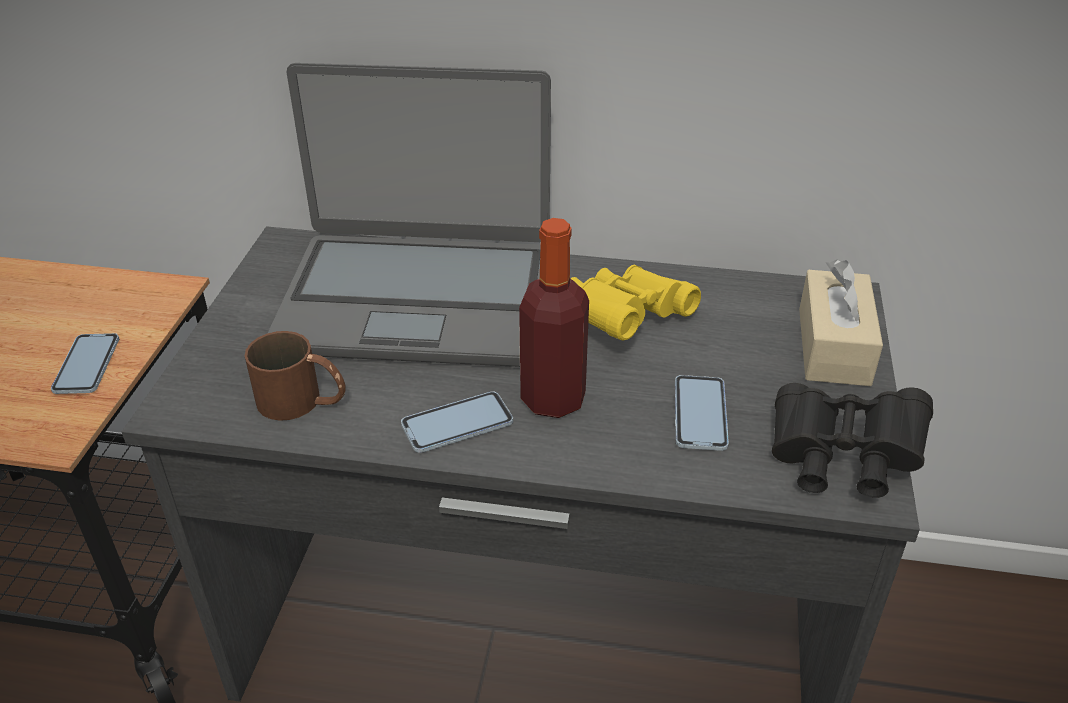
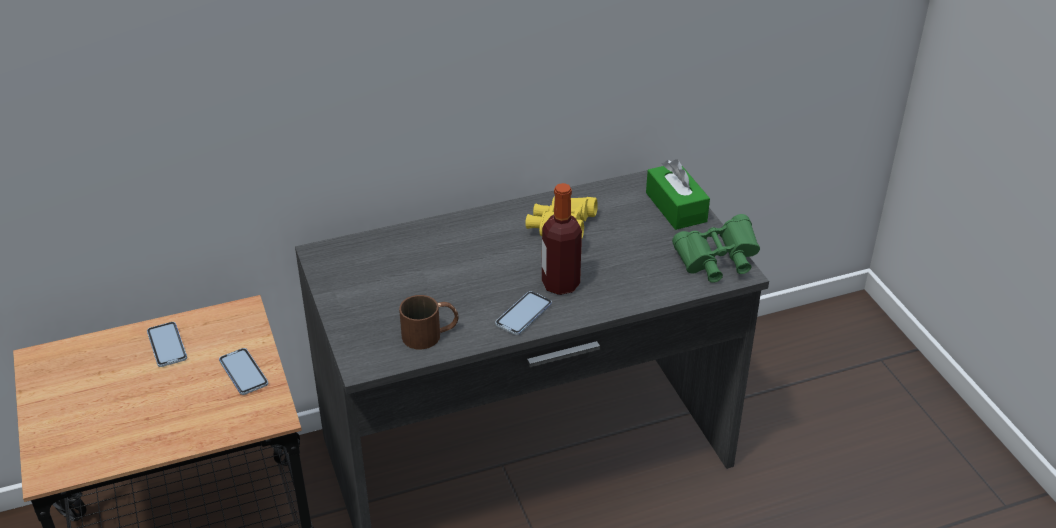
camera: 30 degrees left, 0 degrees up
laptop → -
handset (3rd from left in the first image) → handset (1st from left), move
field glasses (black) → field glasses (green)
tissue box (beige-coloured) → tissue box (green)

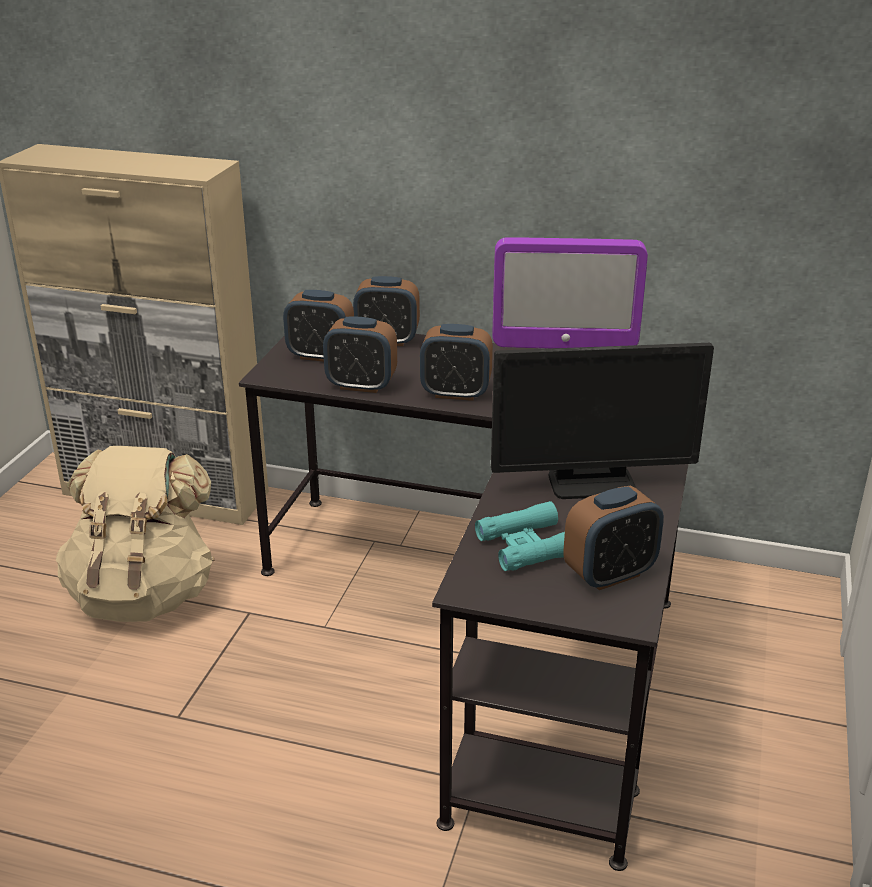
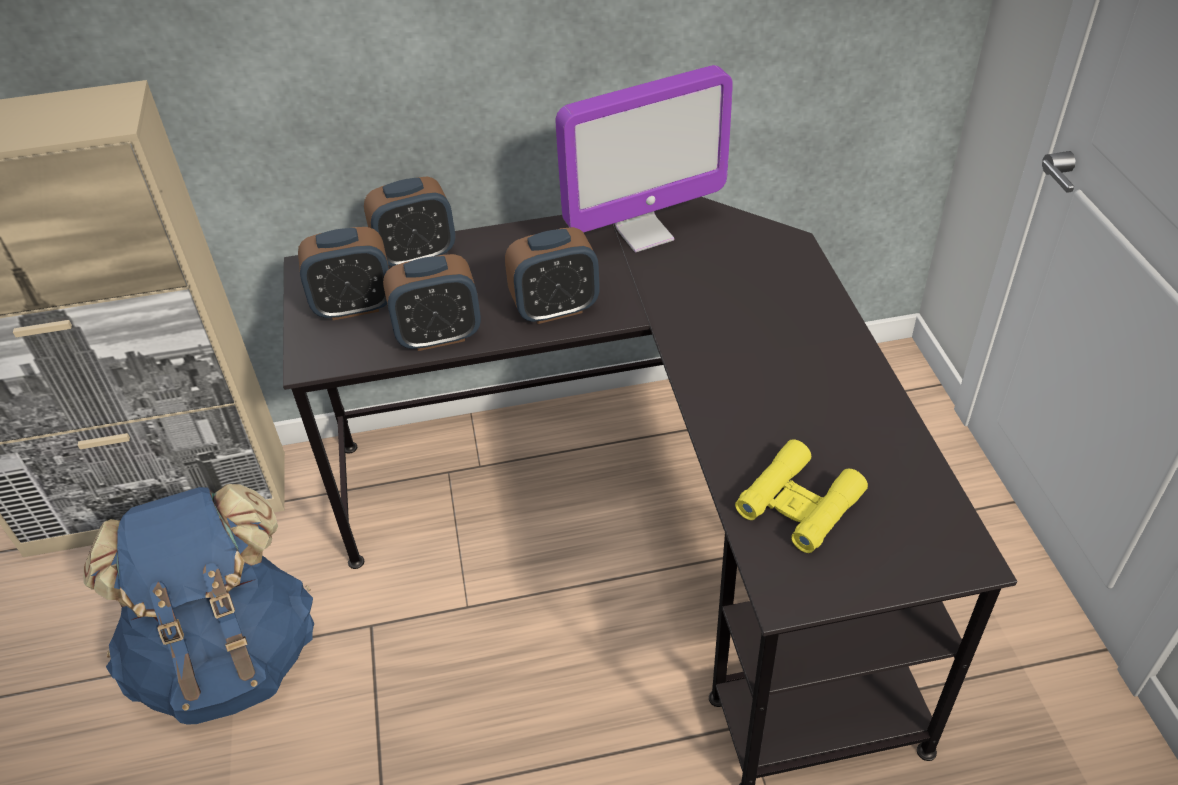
camera: 25 degrees left, 15 degrees up
knapsack (beige-coloured) → knapsack (blue-coloured)
field glasses (turquoise) → field glasses (yellow)
computer screen (2nd from left) → -
table clock (5th from left) → -

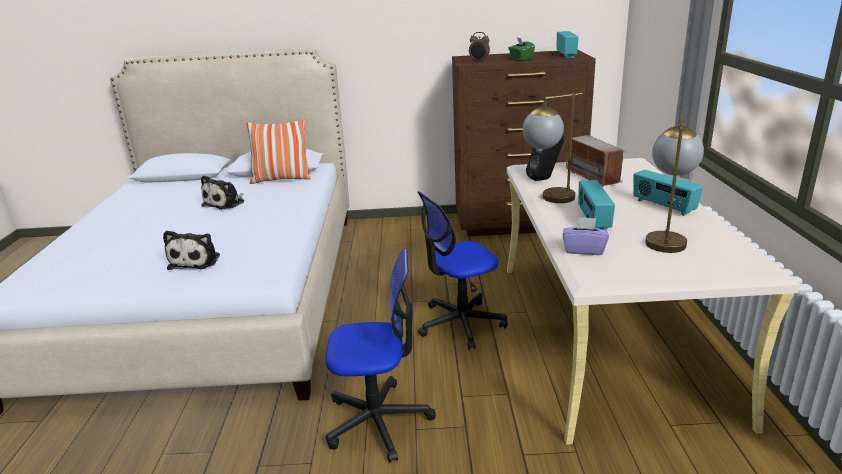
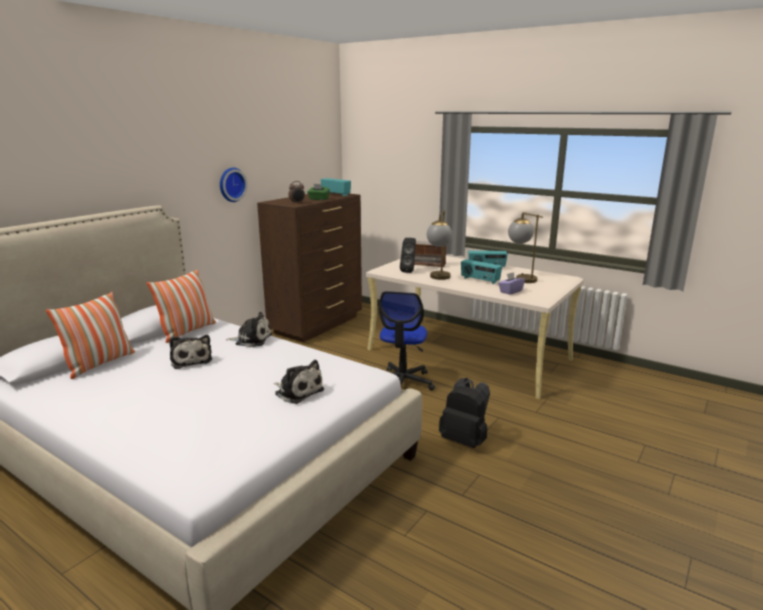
camera: 55 degrees left, 5 degrees down
office chair (1st from left) → knapsack (black)
- → throw pillow (1st from left)
- → clock on the wall
- → soft toy (2nd from left)

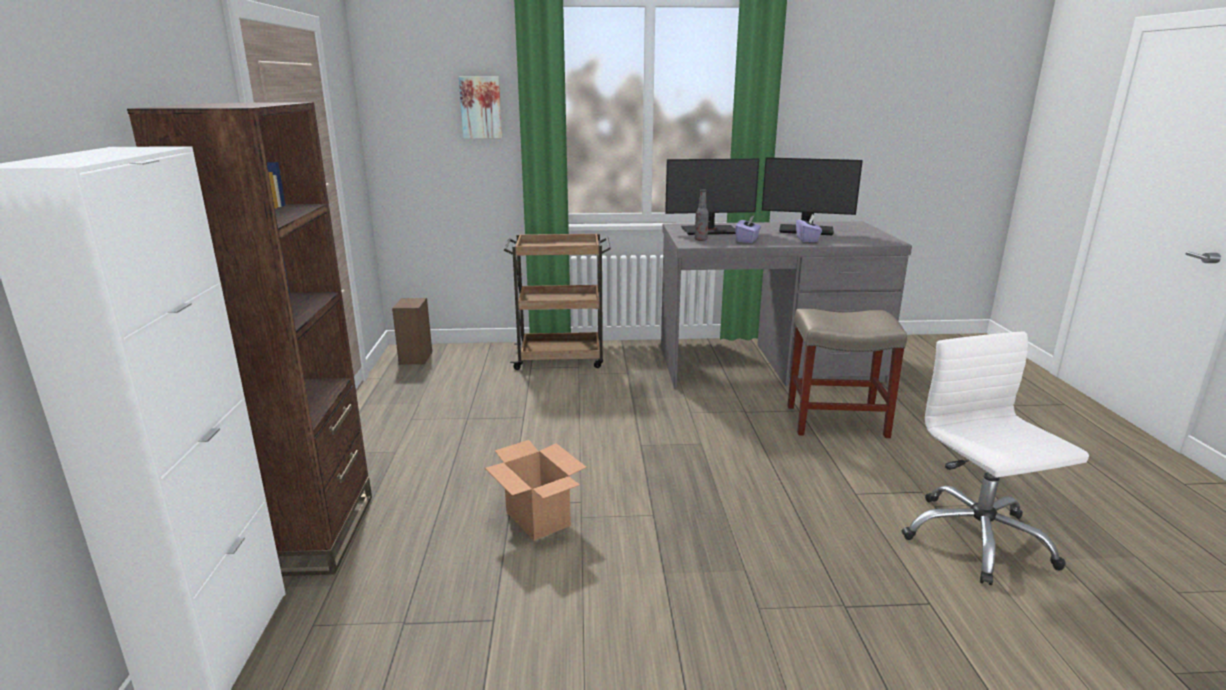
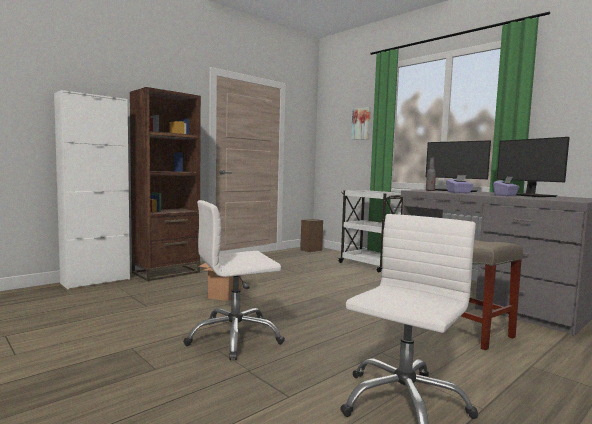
camera: 50 degrees right, 15 degrees down
cart (brownish) → cart (white)
- → office chair (white) (1st from left)

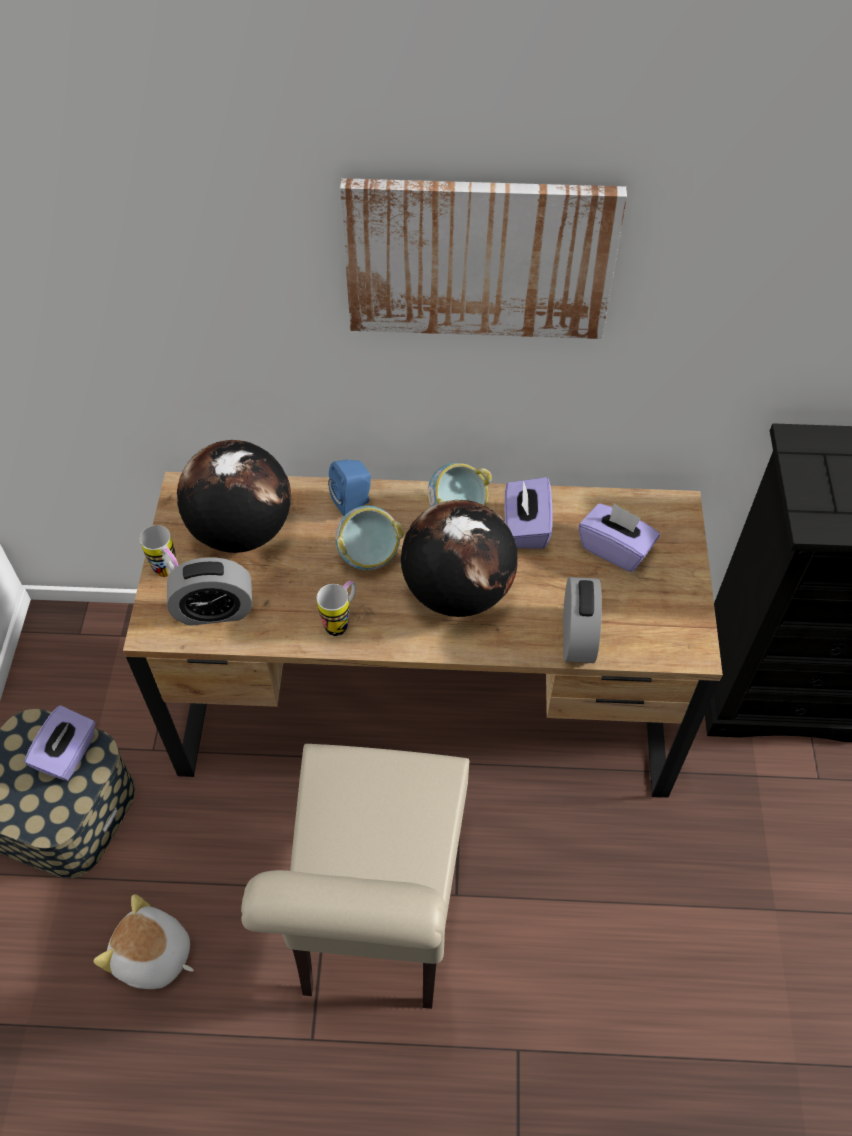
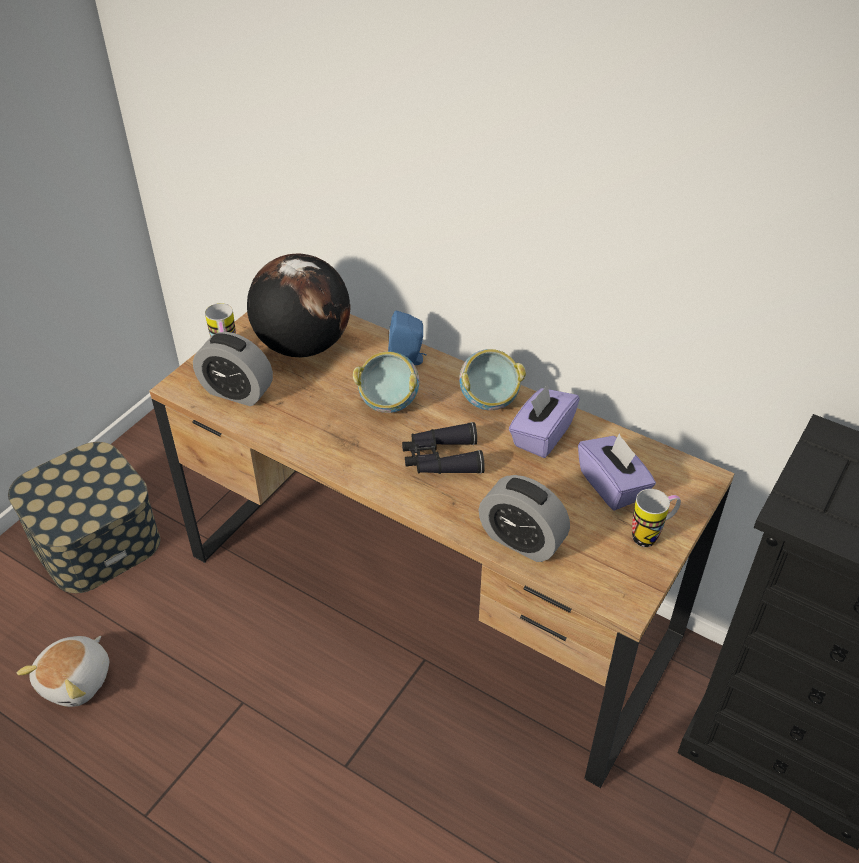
camera: 30 degrees right, 10 degrees down
tissue box (purple-coloured) (1st from left) → -
soft toy, 120 degrees counterclockwise
chair (beige-coloured) → -
tea mug (2nd from left), move
picture → -
desk globe (2nd from left) → field glasses (black)
table clock (2nd from left), 90 degrees clockwise

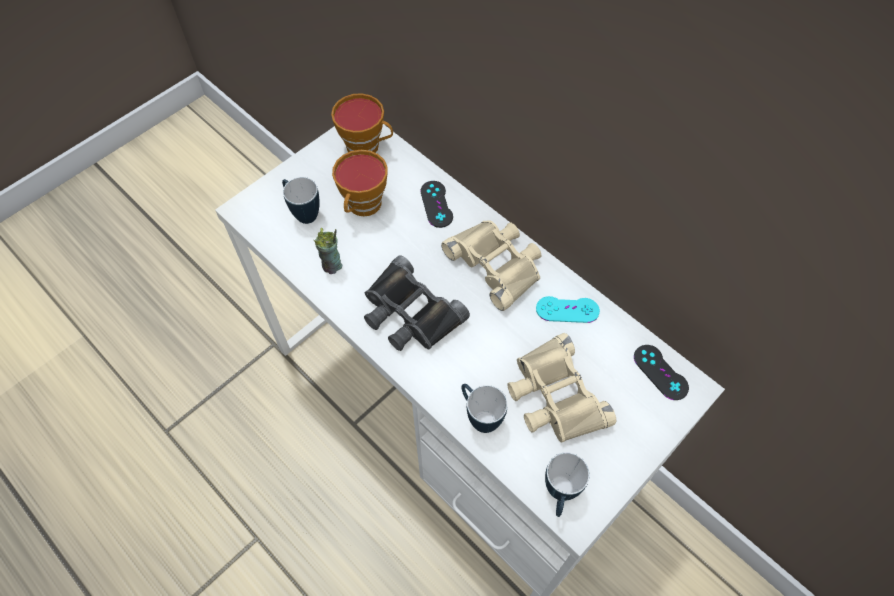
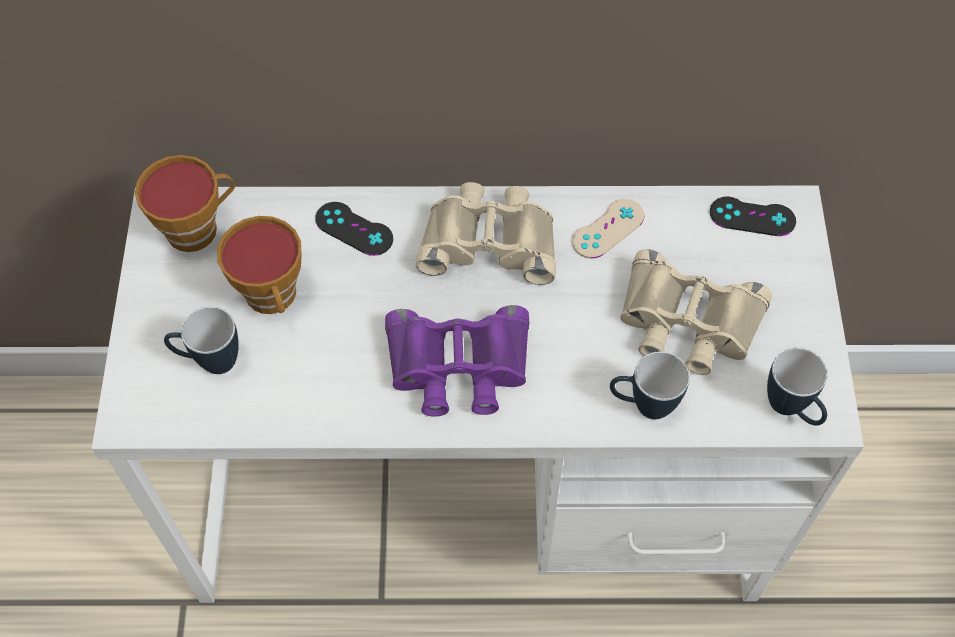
camera: 45 degrees left, 0 degrees up
cup (1st from left) → -
field glasses (black) → field glasses (purple-coloured)
game controller (turquoise) → game controller (beige-coloured)

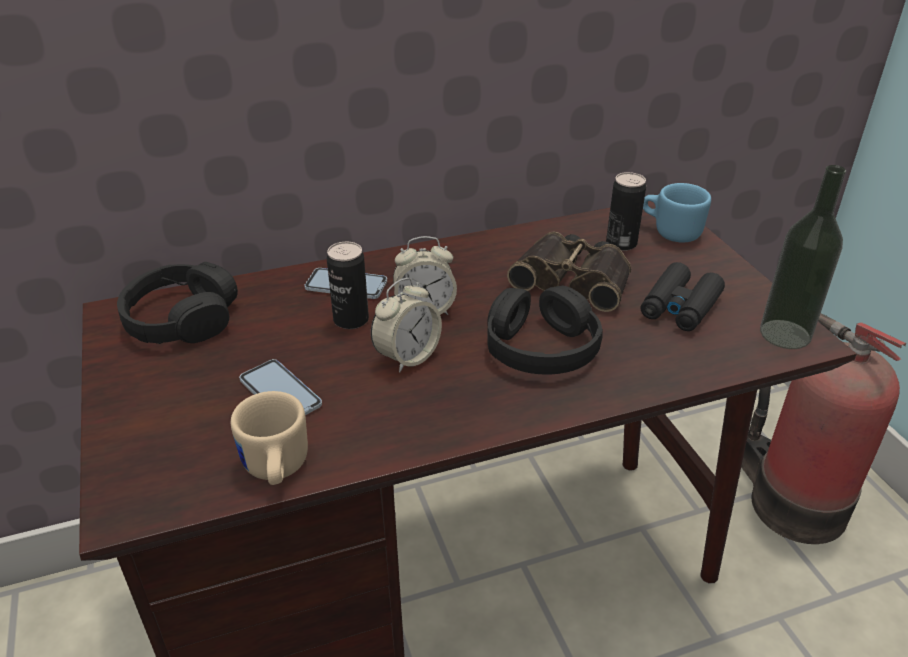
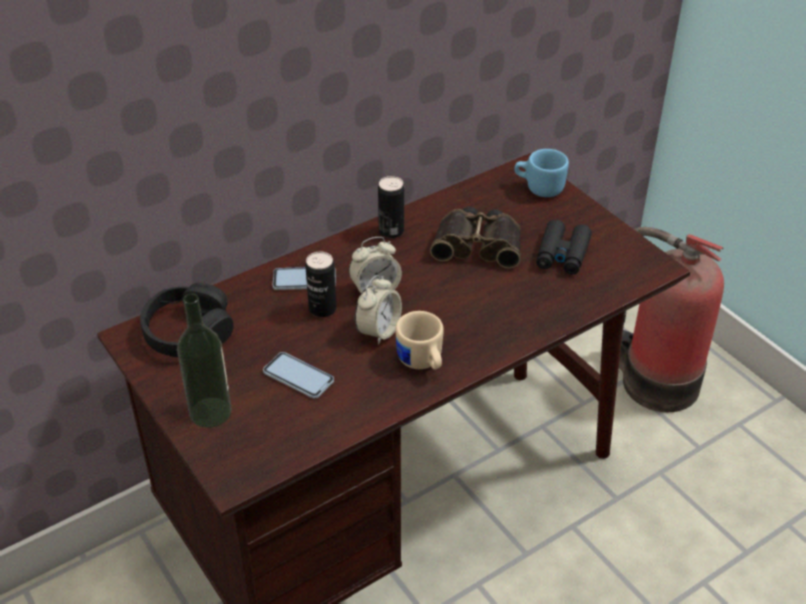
camera: 15 degrees left, 5 degrees up
tea mug (beige-coloured), move
headphones (black) (2nd from left) → -
can (2nd from left), move
drink bottle, move

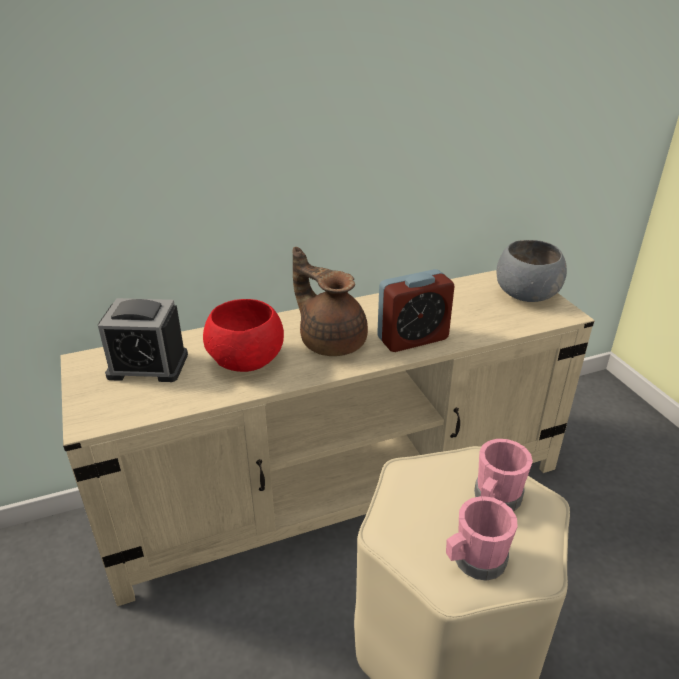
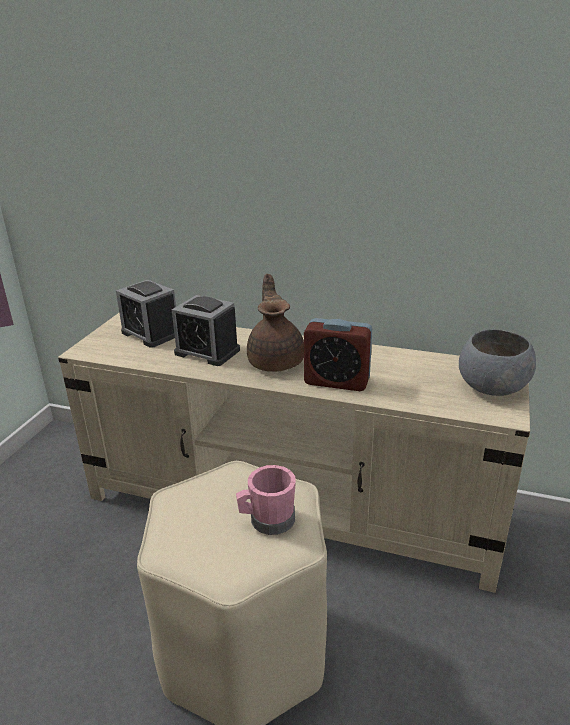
camera: 40 degrees right, 5 degrees down
deep dish (red-coloured) → table clock (2nd from left)
tea mug (pink-coloured) (1st from left) → -

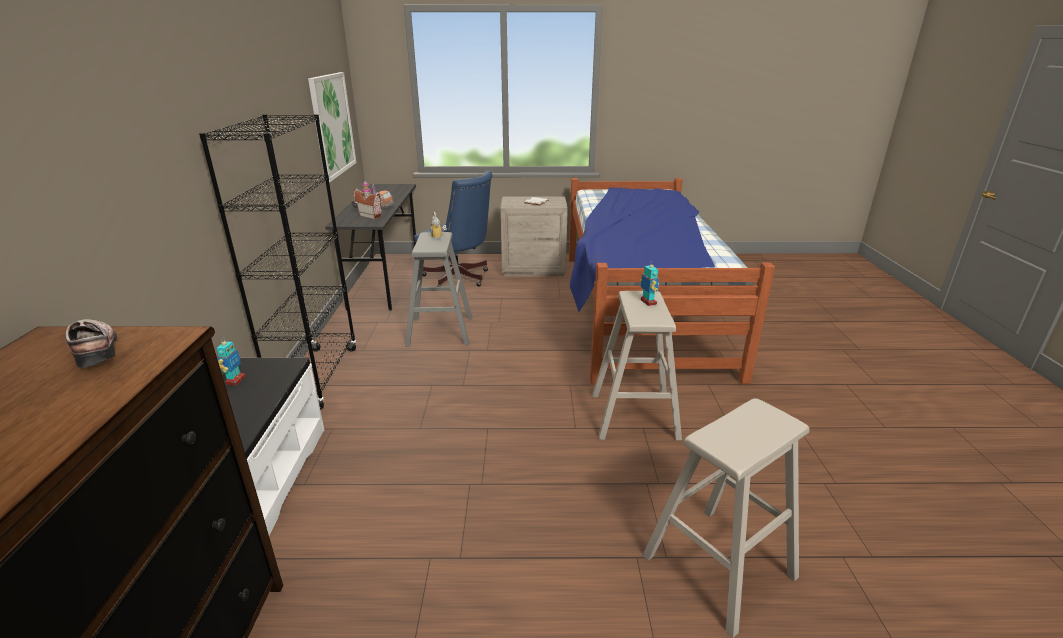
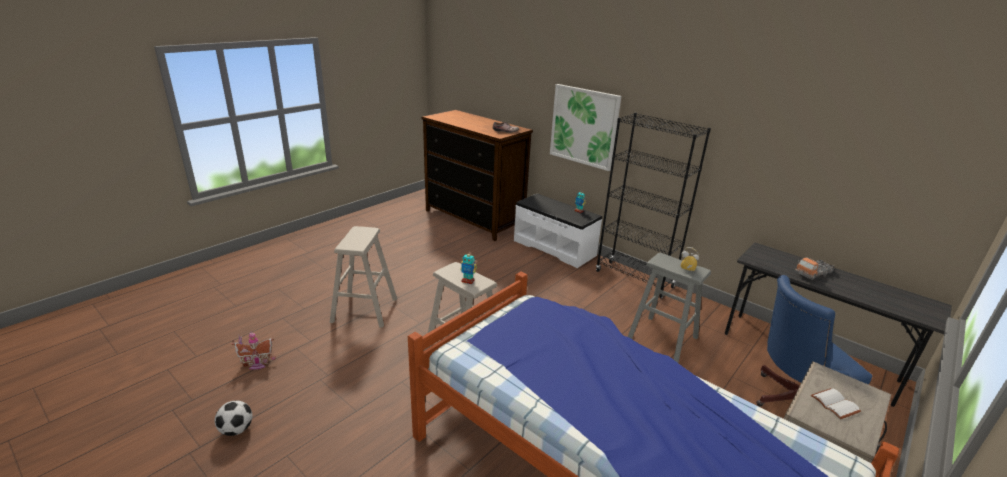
camera: 130 degrees right, 0 degrees up
picture, move
model house, move
- → ball for football

